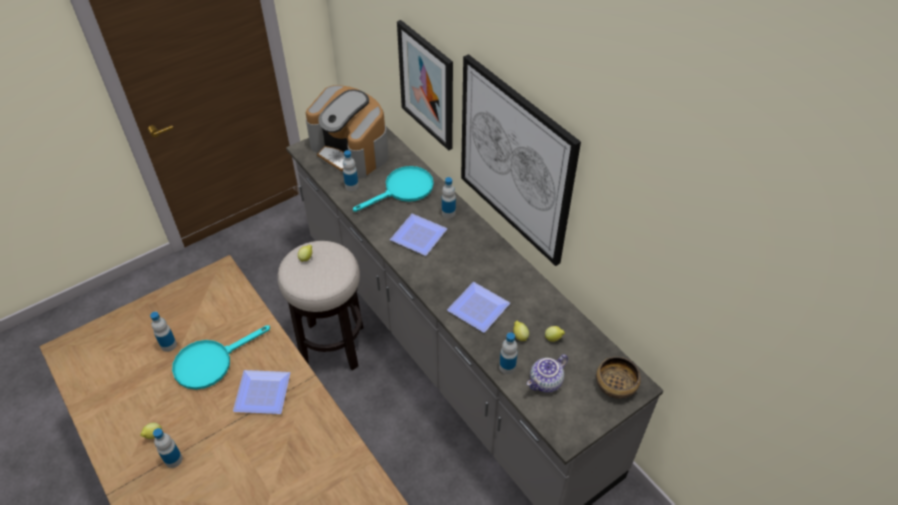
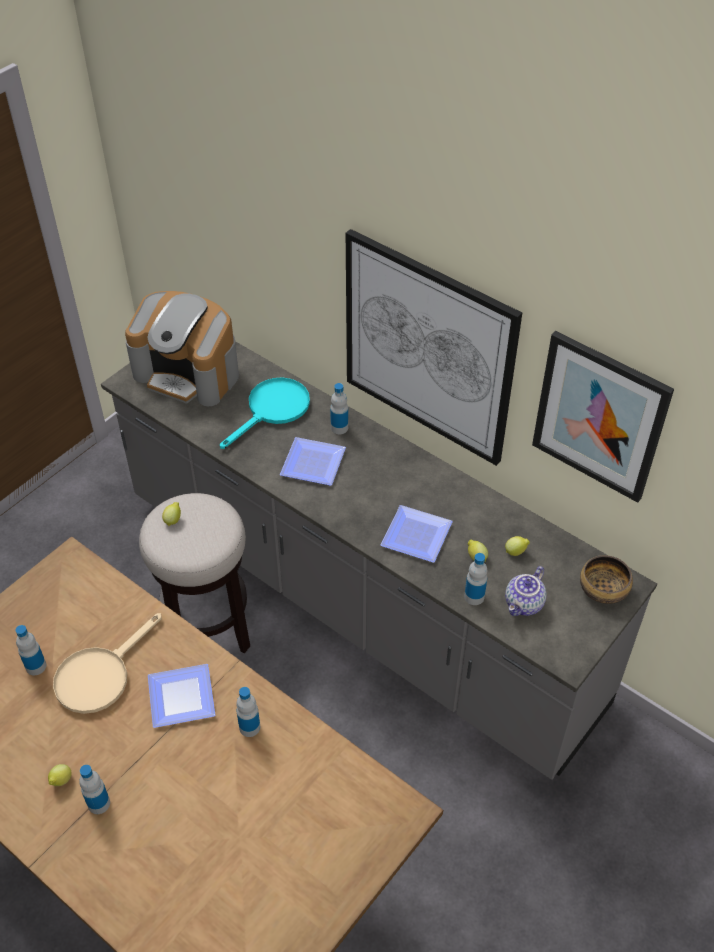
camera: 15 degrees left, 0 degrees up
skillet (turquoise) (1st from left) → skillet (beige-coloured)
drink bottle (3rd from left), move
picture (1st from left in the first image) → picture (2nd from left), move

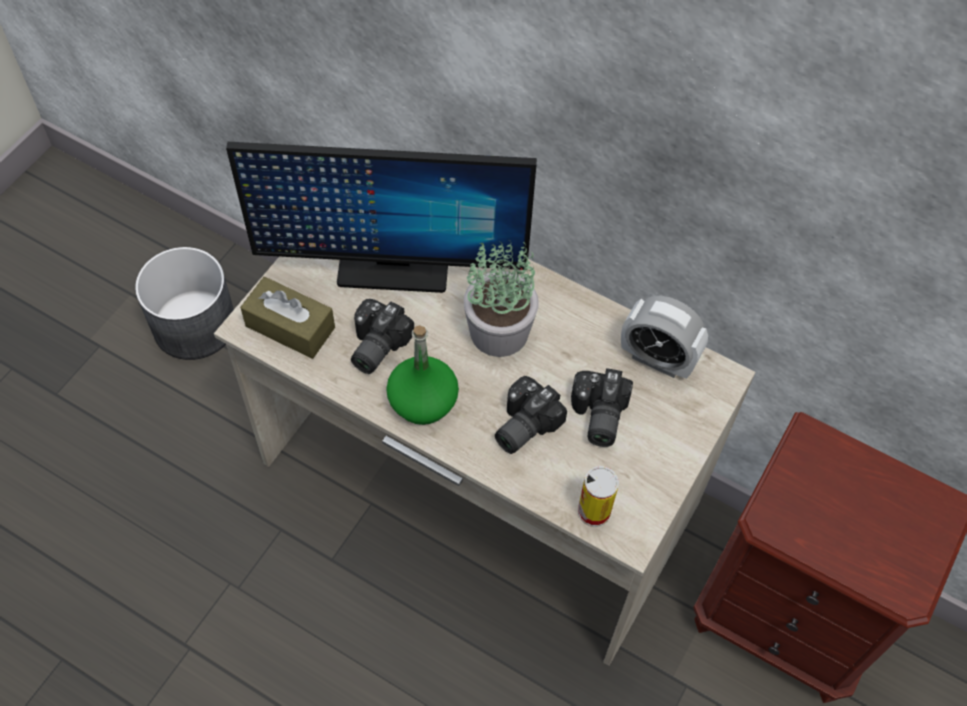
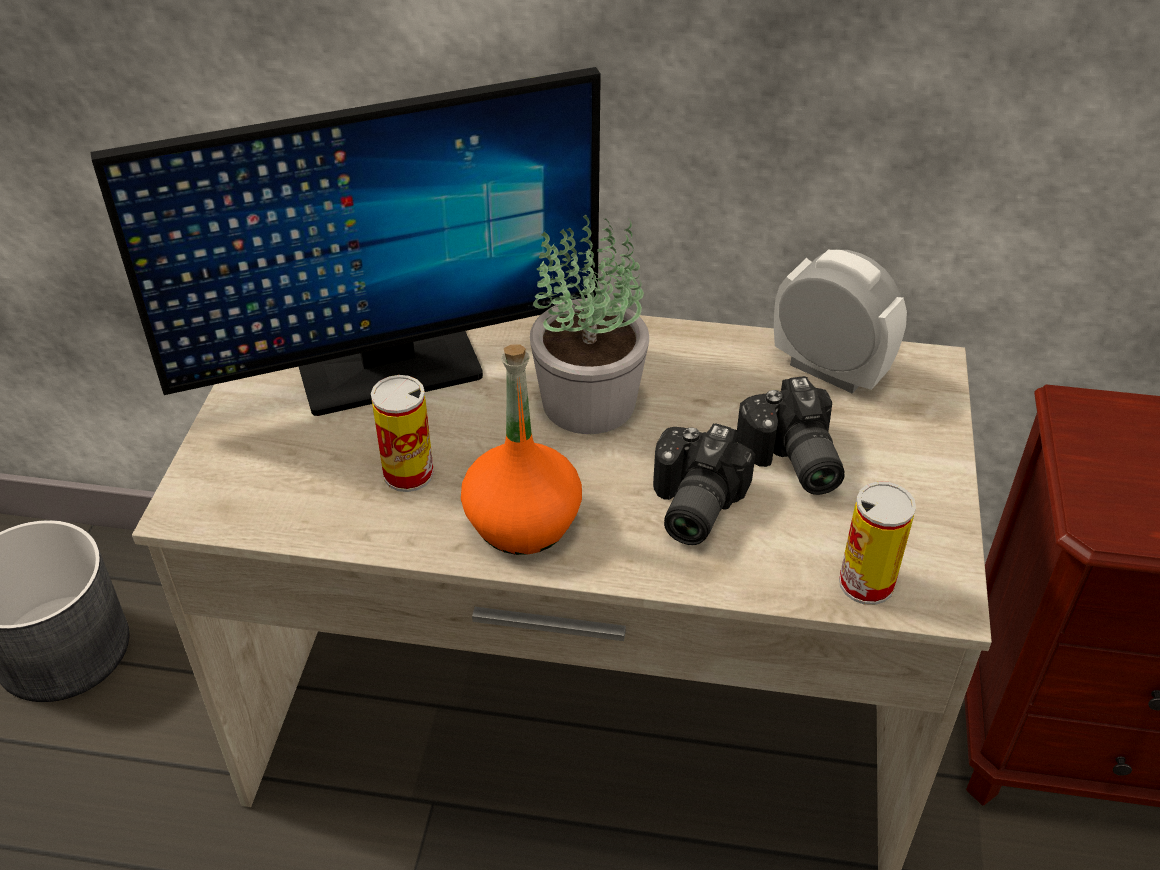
camera: 20 degrees left, 15 degrees down
tissue box (brownish) → -
photo camera (1st from left) → can (1st from left)
drink bottle (green) → drink bottle (orangey)
table clock, 150 degrees counterclockwise

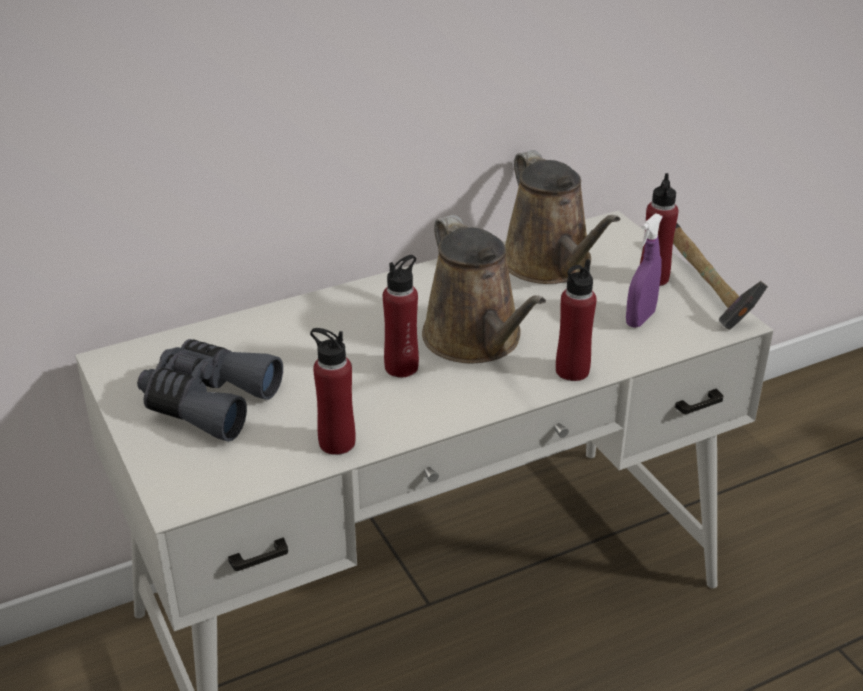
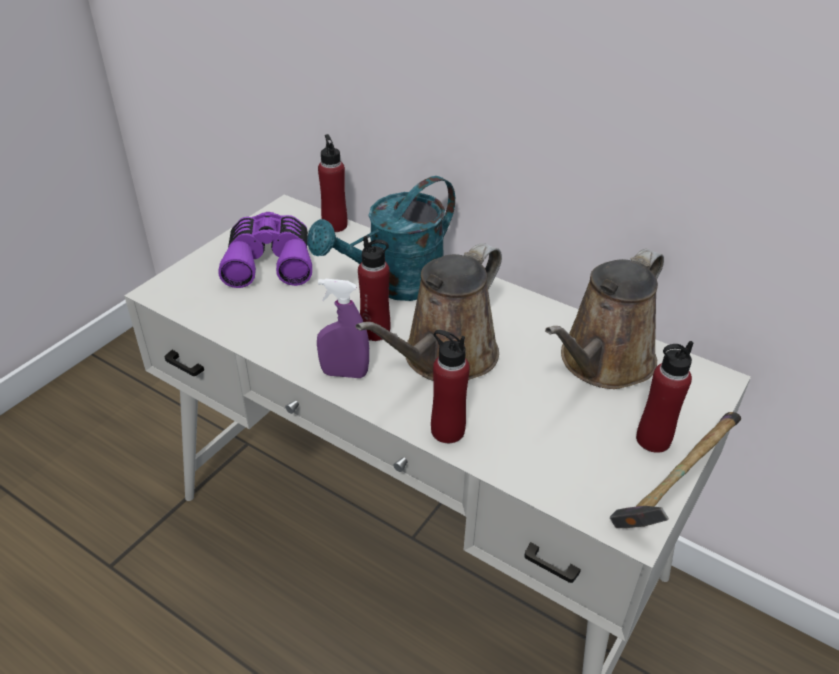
camera: 60 degrees right, 5 degrees up
field glasses (greyish) → field glasses (purple-coloured)
drink bottle (red-coloured) (1st from left), move
sprayer (purple-coloured), move
- → watering can (turquoise)

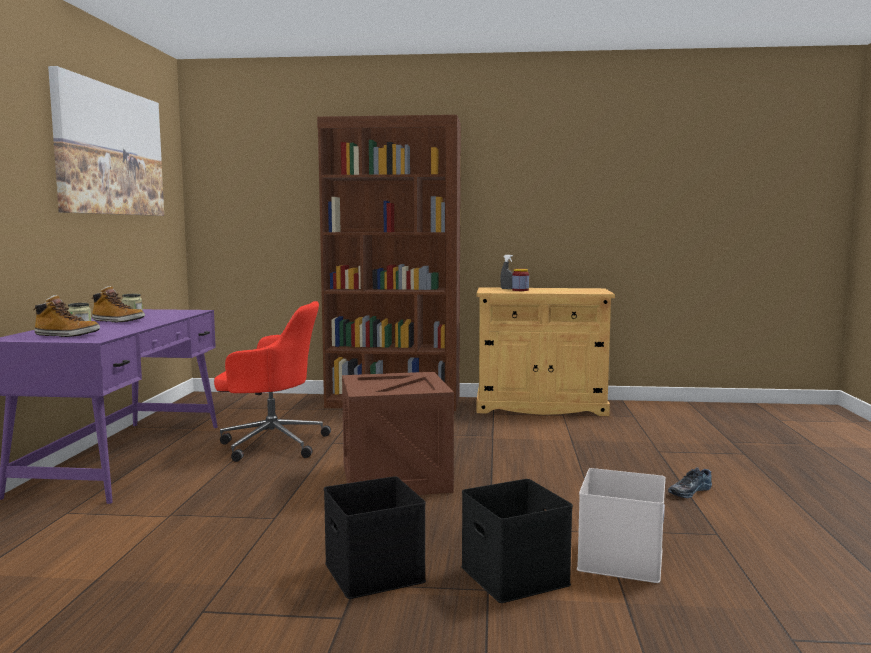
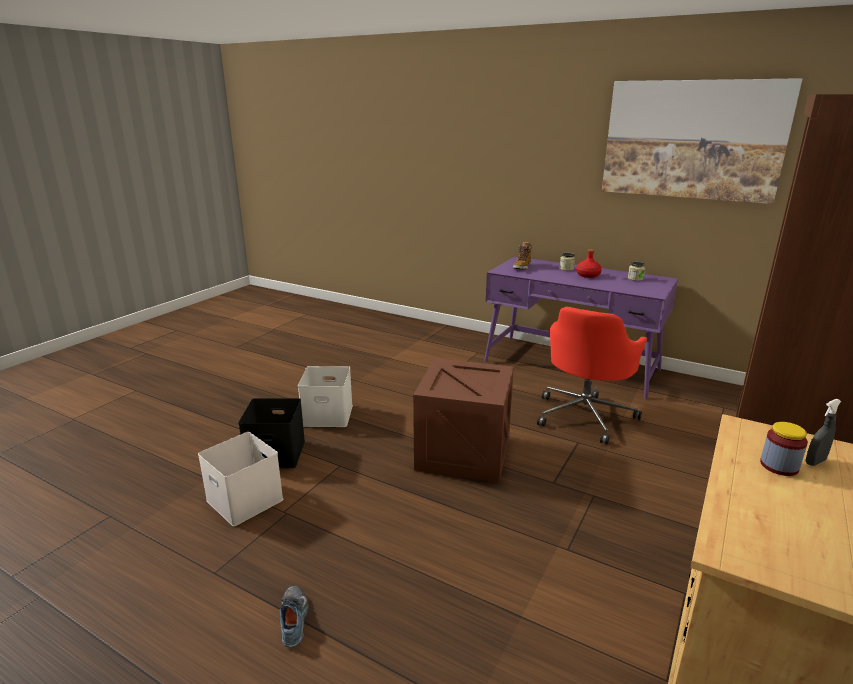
camera: 115 degrees right, 15 degrees up
boot (2nd from left) → drink bottle (red-coloured)
storage bin (black) (1st from left) → storage bin (white) (2nd from left)

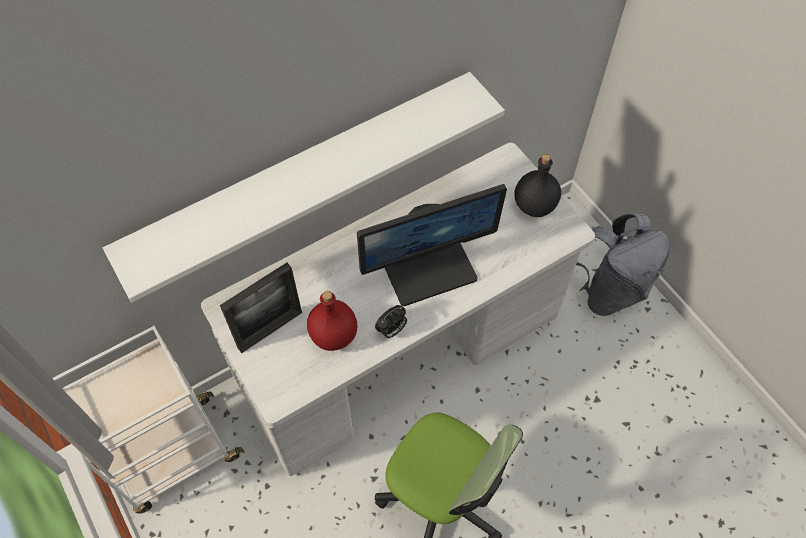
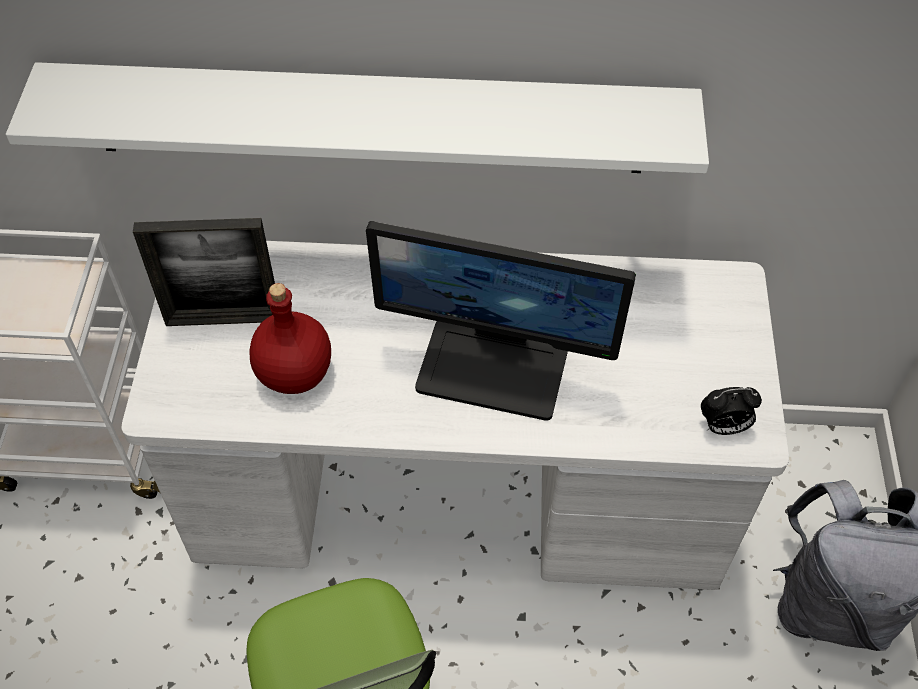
camera: 35 degrees right, 5 degrees down
table clock, move
drink bottle (black) → -

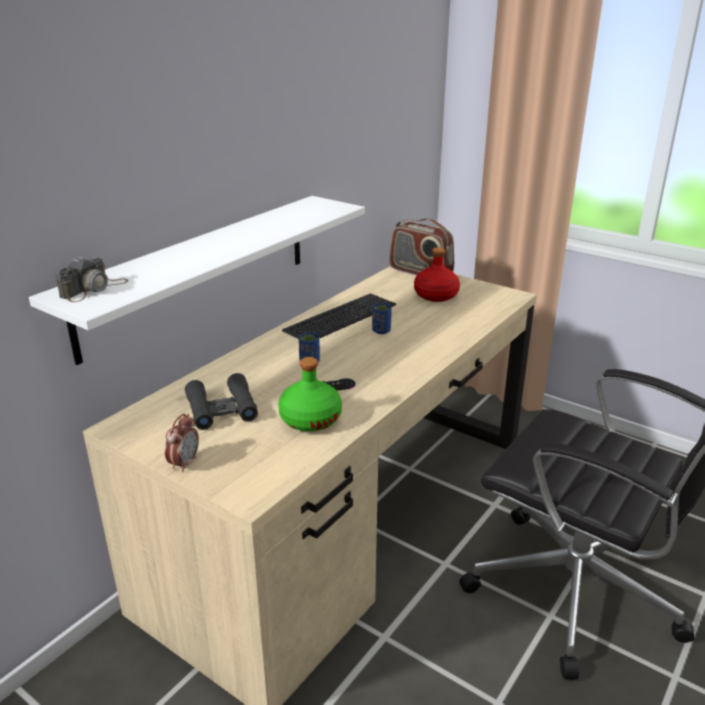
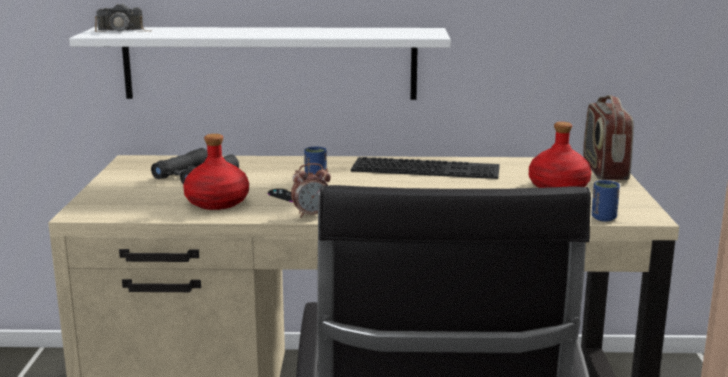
camera: 55 degrees right, 10 degrees down
table clock, move
drink bottle (green) → drink bottle (red-coloured) (1st from left)
cup (blue-coloured) (2nd from left), move

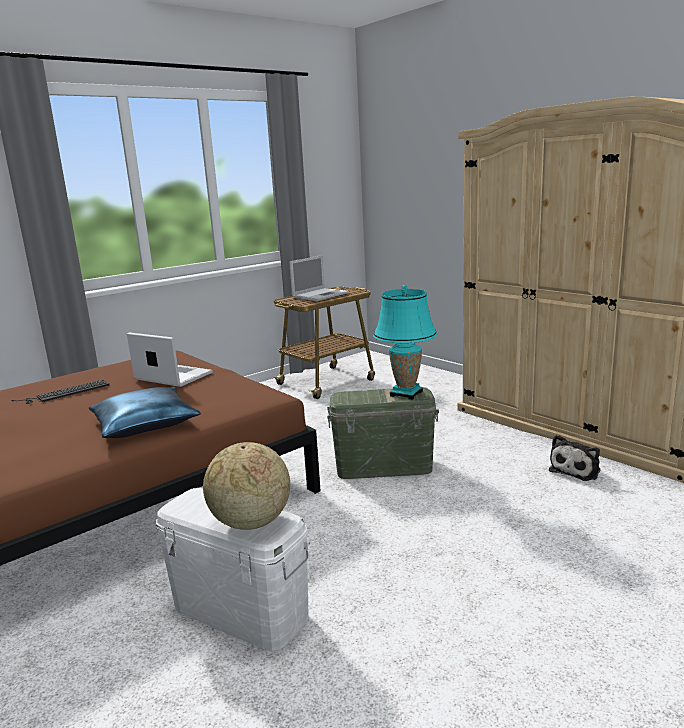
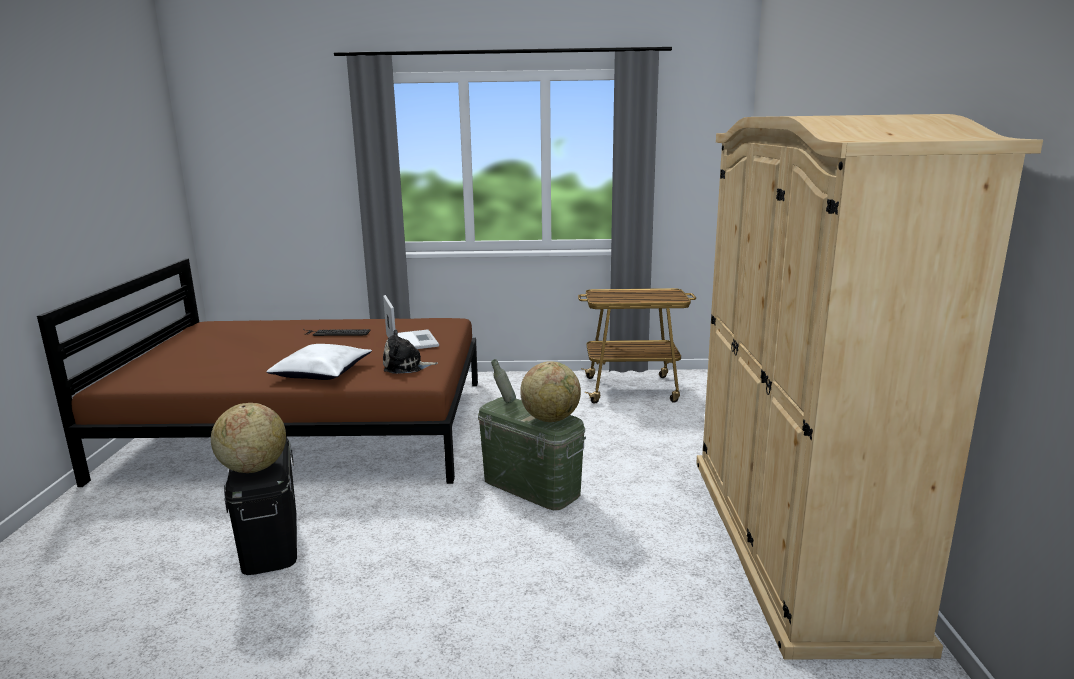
camera: 40 degrees right, 0 degrees up
throw pillow (blue-coloured) → throw pillow (white)
storage bin (white) → storage bin (black)
laptop (2nd from left) → -
tabletop lamp (turquoise) → desk globe (2nd from left)
soft toy, move
- → drink bottle (greyish)

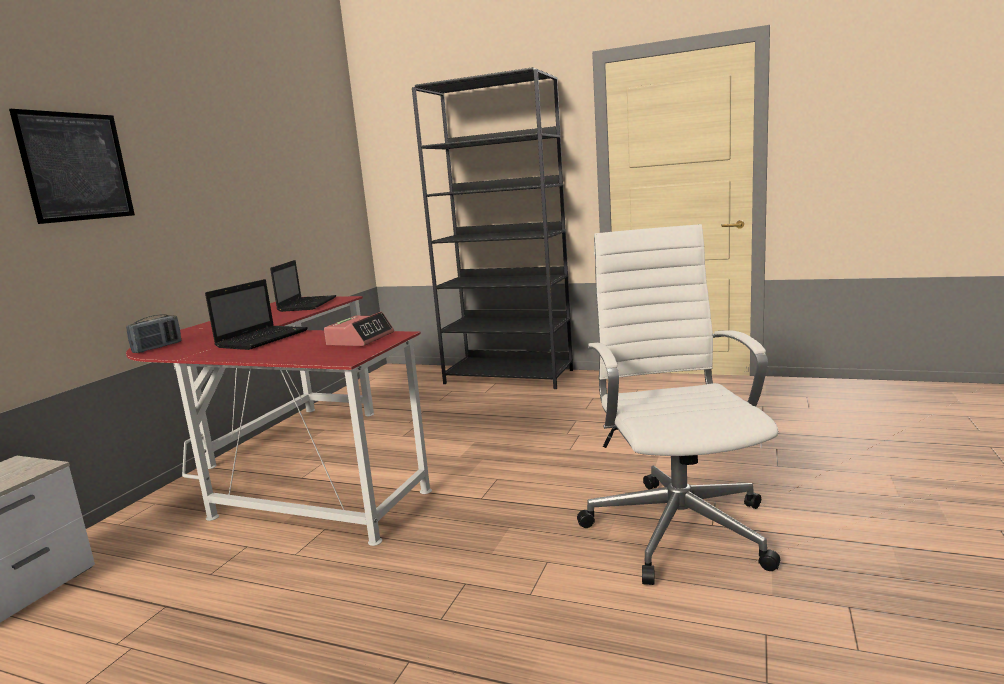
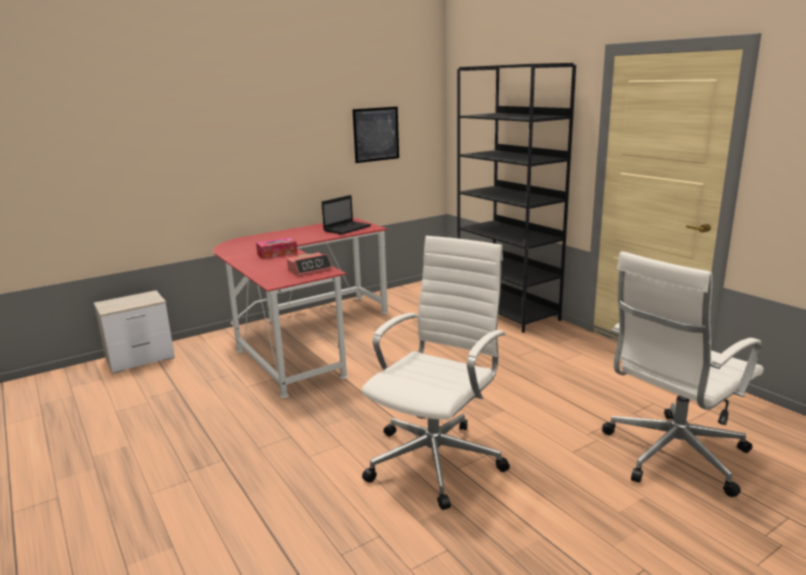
camera: 35 degrees right, 5 degrees up
picture, move
radio set → -
laptop (1st from left) → tissue box
- → office chair (white) (2nd from left)

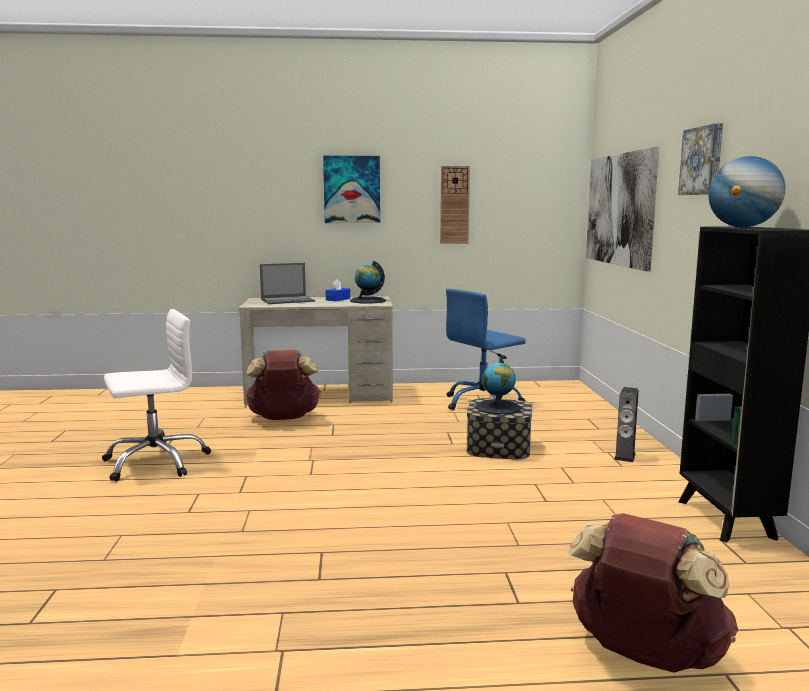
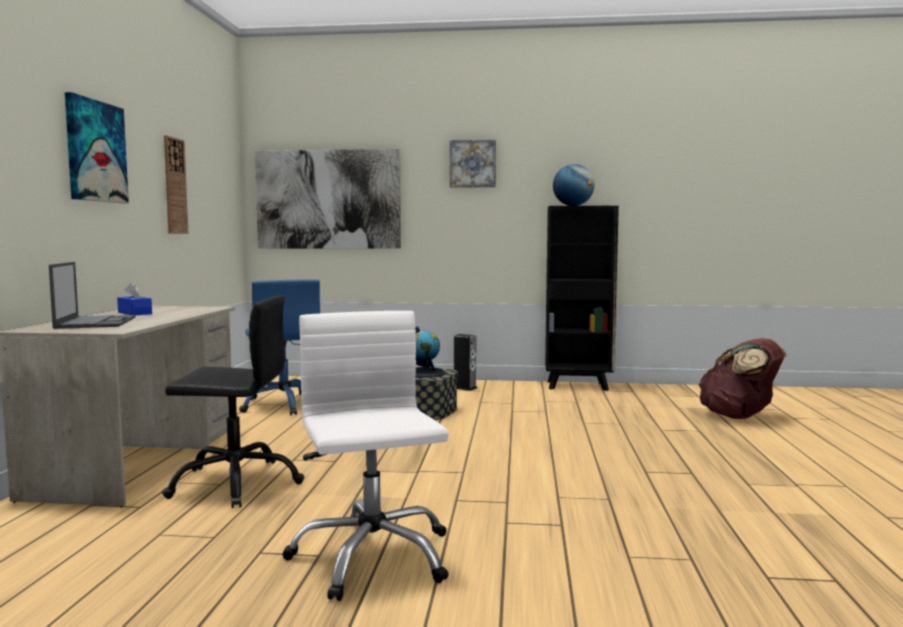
camera: 80 degrees left, 5 degrees down
knapsack (brownish) (1st from left) → office chair (black)
desk globe (1st from left) → -

